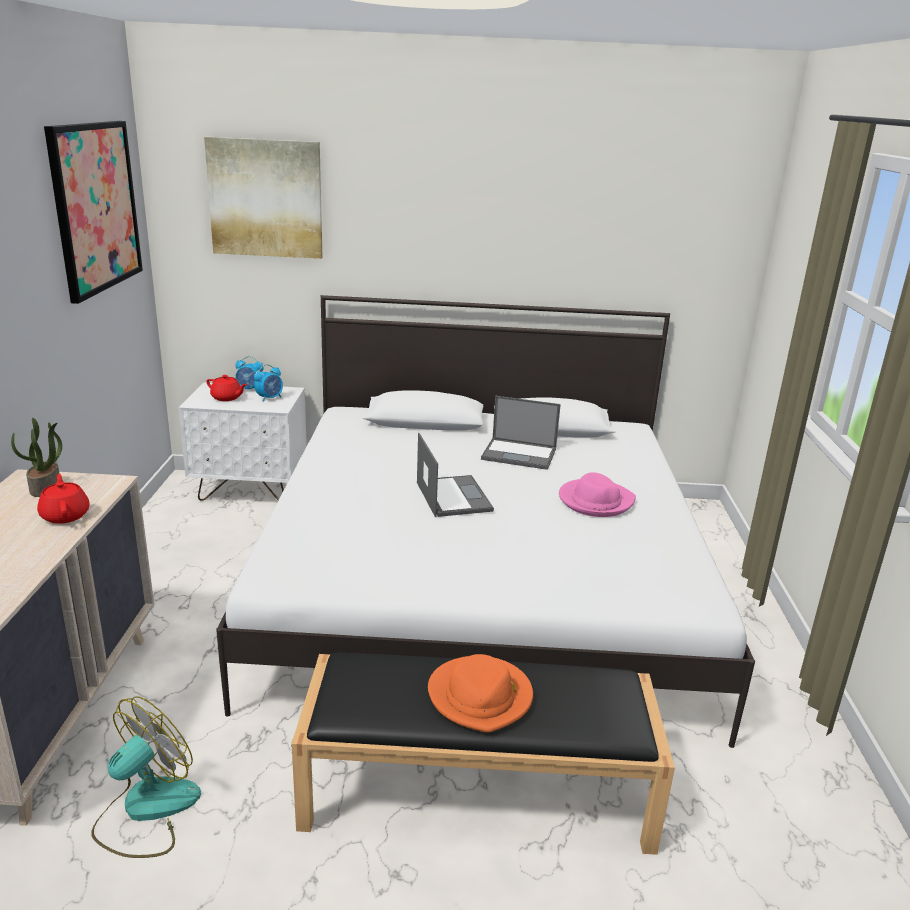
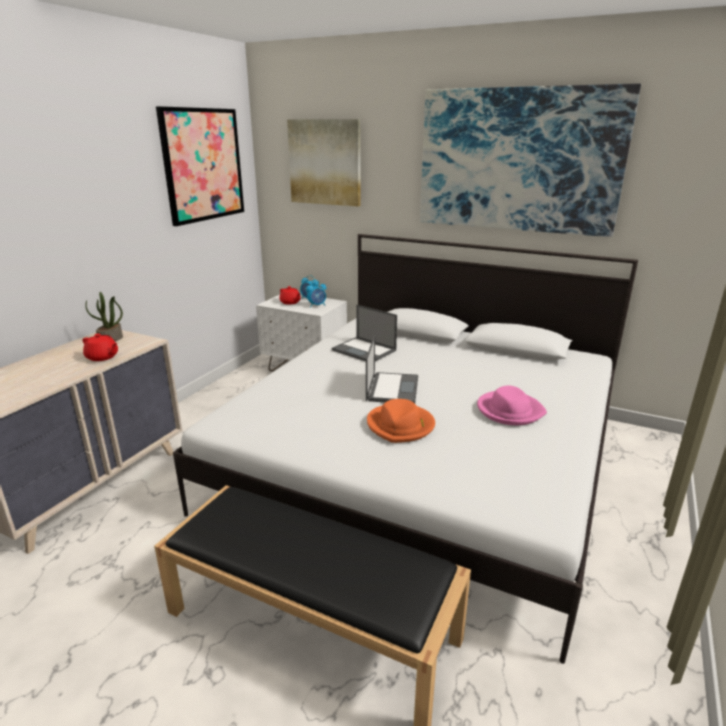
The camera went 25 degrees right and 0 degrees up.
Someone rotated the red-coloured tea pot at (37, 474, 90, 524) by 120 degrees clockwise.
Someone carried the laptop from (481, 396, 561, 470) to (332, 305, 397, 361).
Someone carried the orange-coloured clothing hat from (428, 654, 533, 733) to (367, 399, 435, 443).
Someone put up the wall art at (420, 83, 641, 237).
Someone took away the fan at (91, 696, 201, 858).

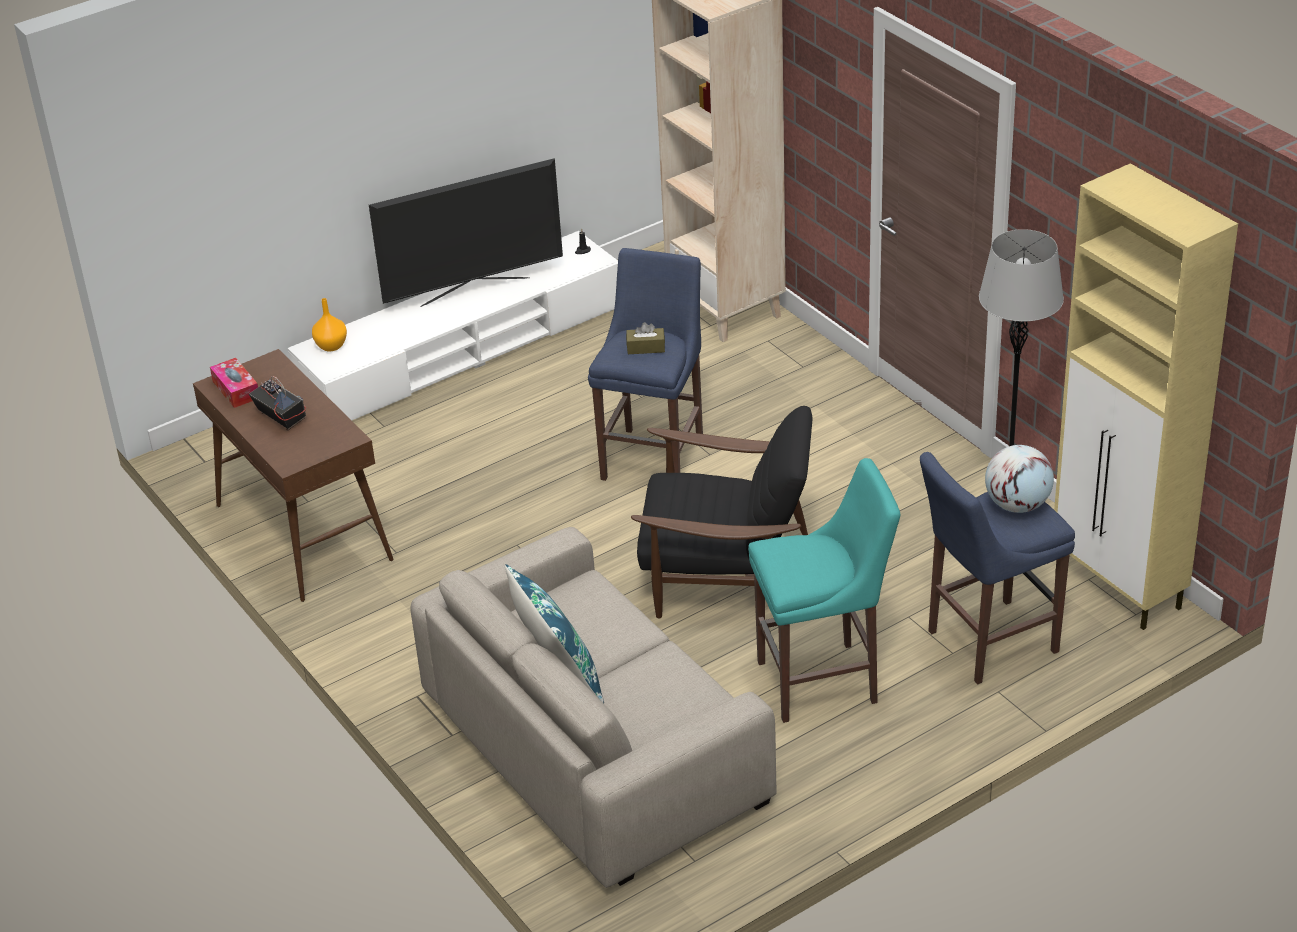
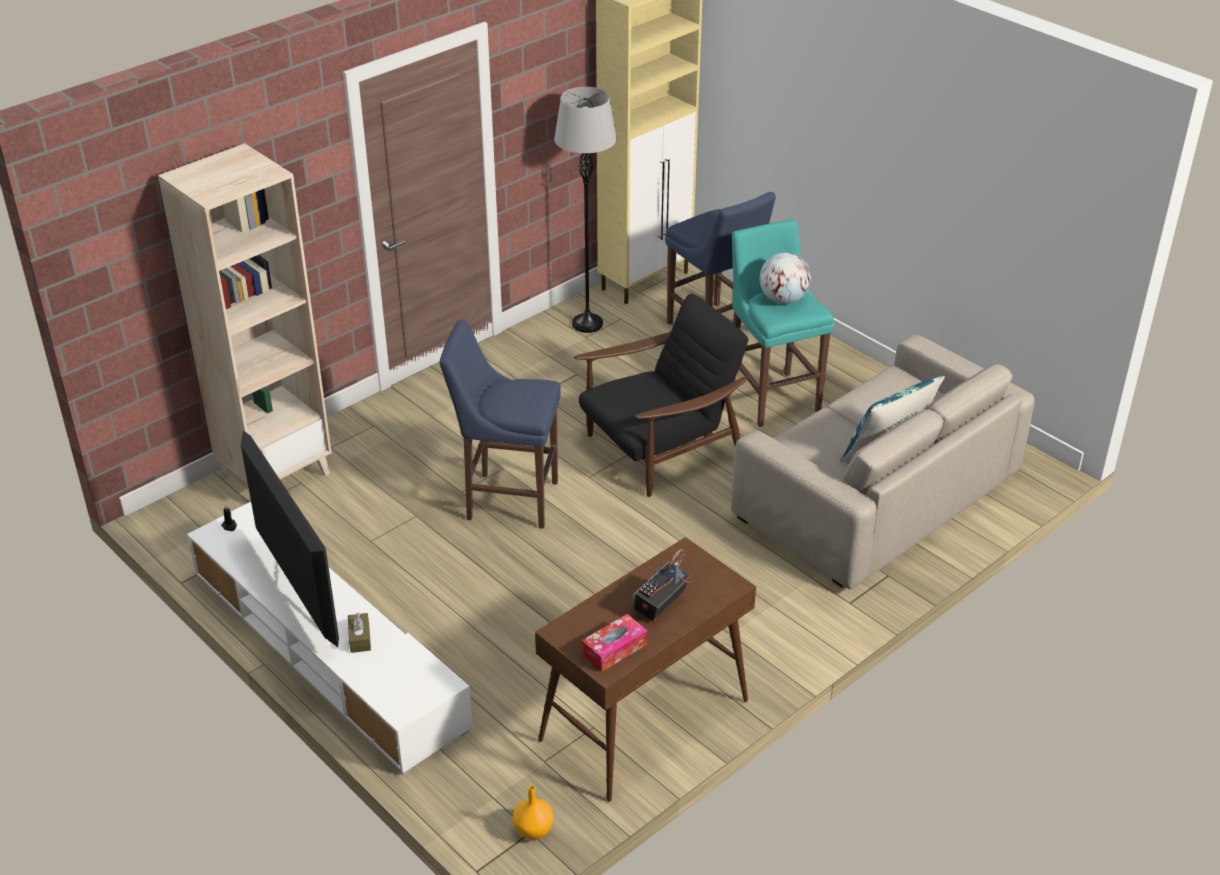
The camera went 100 degrees left and 0 degrees up.
Someone carried the brownish box of tissues from (626, 322, 665, 354) to (348, 612, 371, 653).
Someone carried the orange-coloured decorative vase from (312, 298, 347, 351) to (513, 785, 553, 840).
Someone rotated the black-coloured lounge chair at (631, 406, 813, 619) by 60 degrees clockwise.
Someone carried the globe from (985, 445, 1054, 513) to (760, 253, 811, 304).

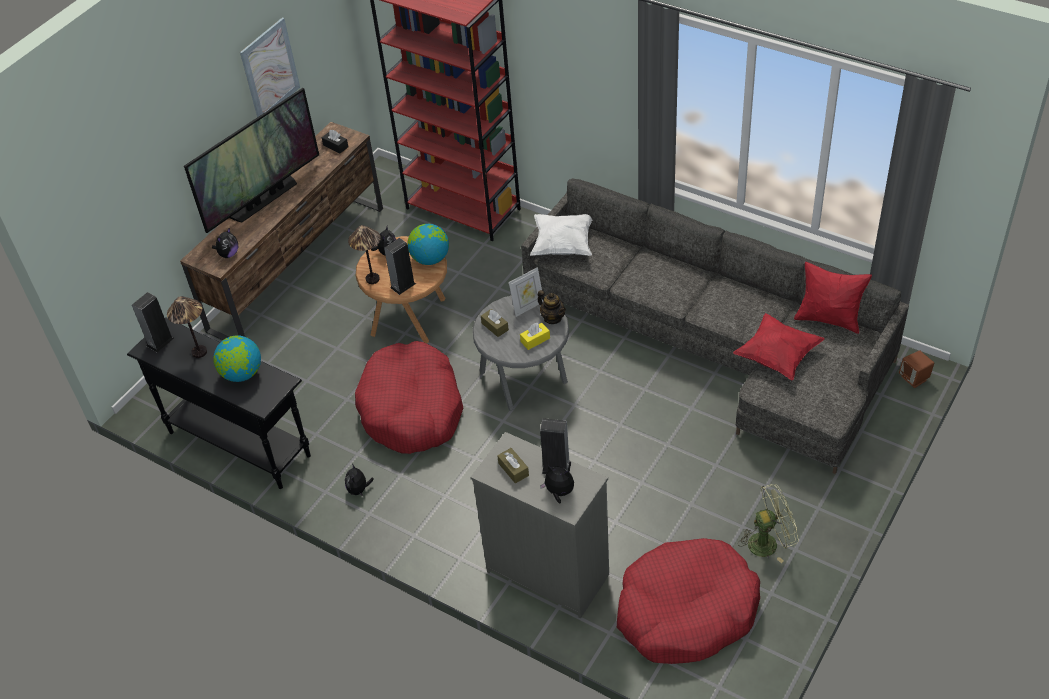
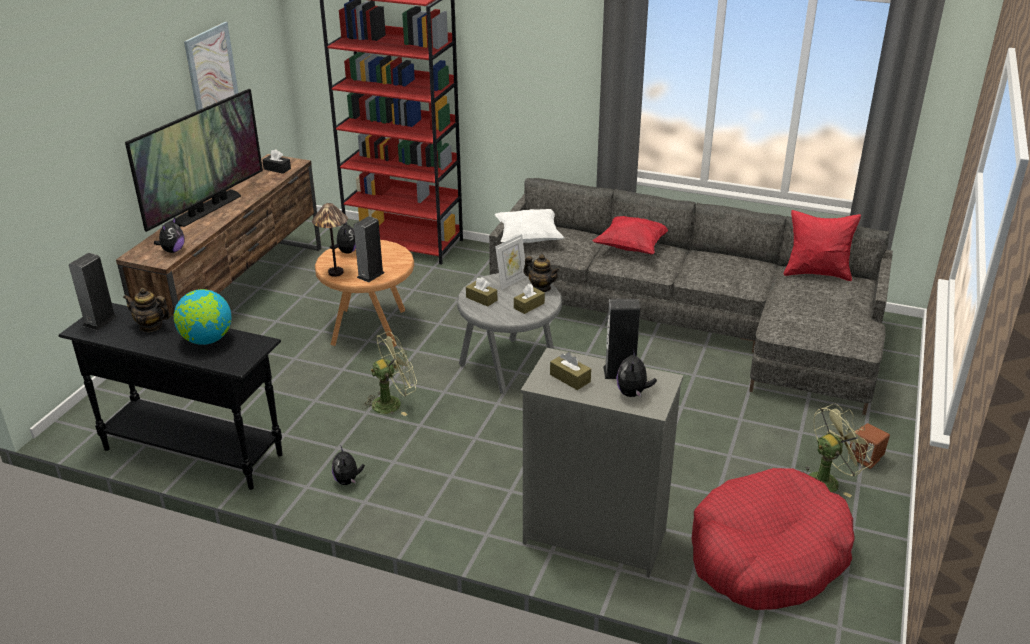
The camera went 15 degrees left and 15 degrees down.
Someone swapped the table lamp at (167, 296, 207, 358) for the tea pot at (123, 288, 171, 332).
Someone swapped the red-coloured dog bed at (355, 341, 463, 454) for the green-coloured fan at (361, 331, 417, 416).
Someone repainted the yellowish box of tissues at (520, 323, 550, 350), which became the brownish box of tissues at (514, 284, 545, 314).
Someone carried the red-coloured pillow from (733, 313, 825, 380) to (592, 216, 668, 255).
Someone rotated the plush toy at (540, 465, 574, 504) by 90 degrees counterclockwise.
Someone carried the brownish speaker from (899, 350, 934, 388) to (850, 423, 890, 469).
Someone took away the globe at (407, 224, 449, 265).

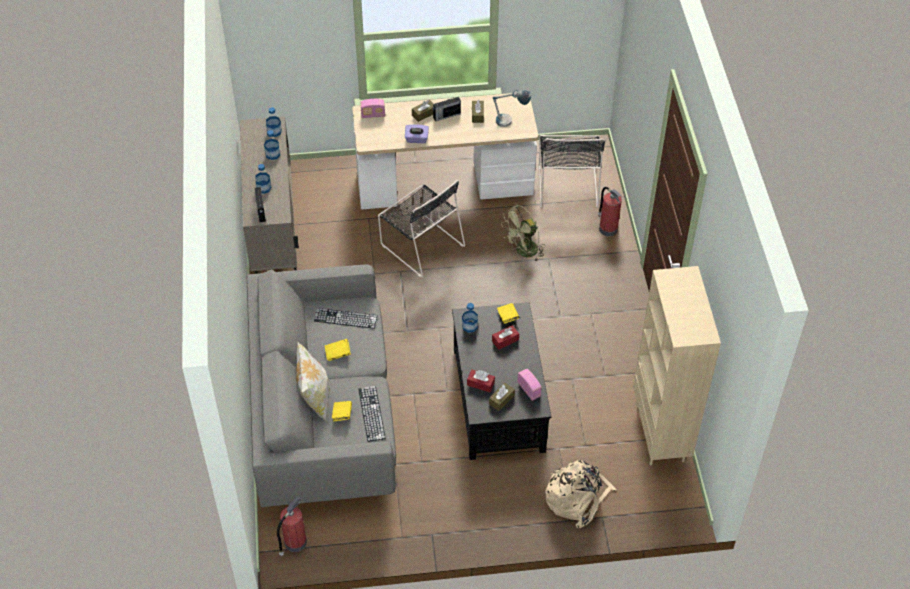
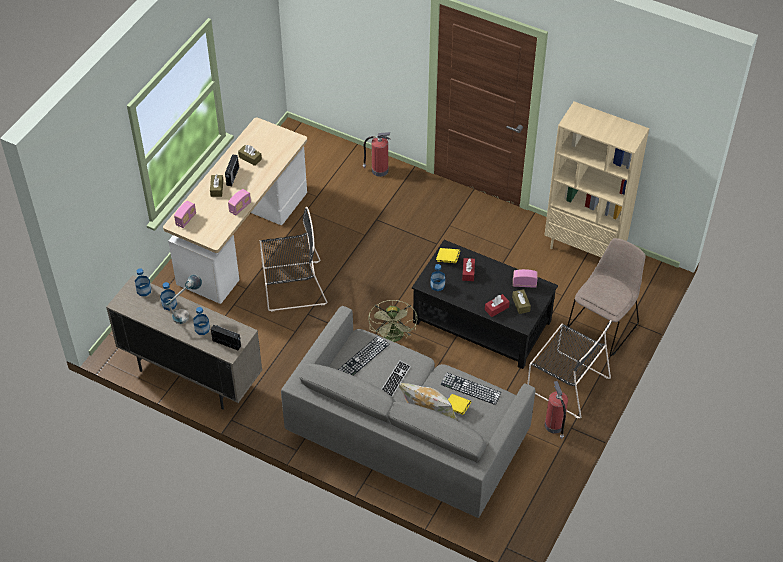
The camera went 55 degrees left and 0 degrees up.
Someone carried the table lamp from (493, 90, 531, 127) to (166, 275, 202, 324).
Someone swapped the purple box of tissues at (405, 124, 429, 143) for the radio receiver at (228, 189, 251, 216).
Someone carried the green-coloured fan from (501, 205, 545, 261) to (368, 300, 417, 342).
Someone swapped the yellowish book at (325, 339, 351, 361) for the PC keyboard at (382, 360, 411, 397).
Someone carried the black-coloured upright chair from (538, 135, 605, 208) to (527, 320, 612, 419).
Someone carried the fire-fighting cylinder from (277, 496, 307, 556) to (545, 381, 568, 439).
Someone swapped the beige rucksack at (545, 460, 617, 528) for the beige upright chair at (566, 238, 646, 356).

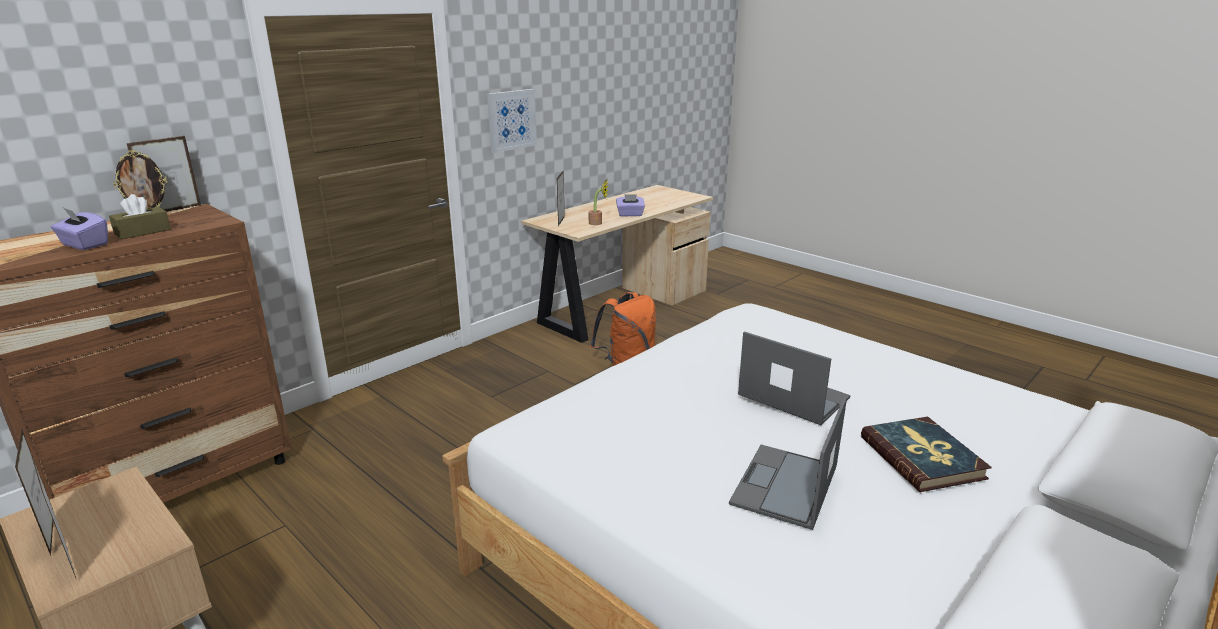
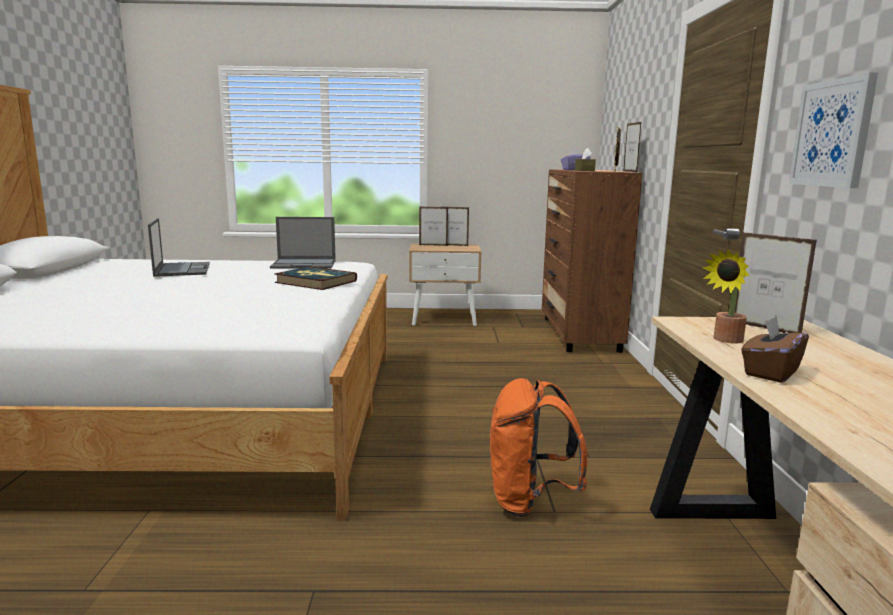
The camera went 135 degrees right and 10 degrees down.
Someone carried the laptop from (738, 331, 851, 425) to (270, 217, 336, 269).
Someone carried the book from (861, 417, 992, 492) to (275, 266, 357, 290).
Someone repainted the purple box of tissues at (616, 194, 645, 217), which became the brownish box of tissues at (741, 316, 809, 383).

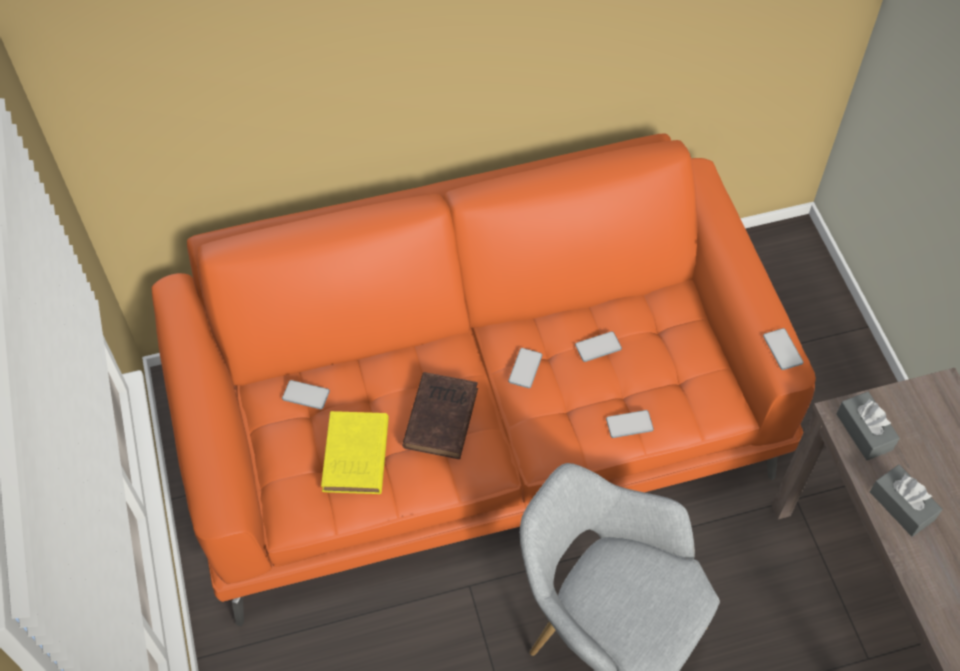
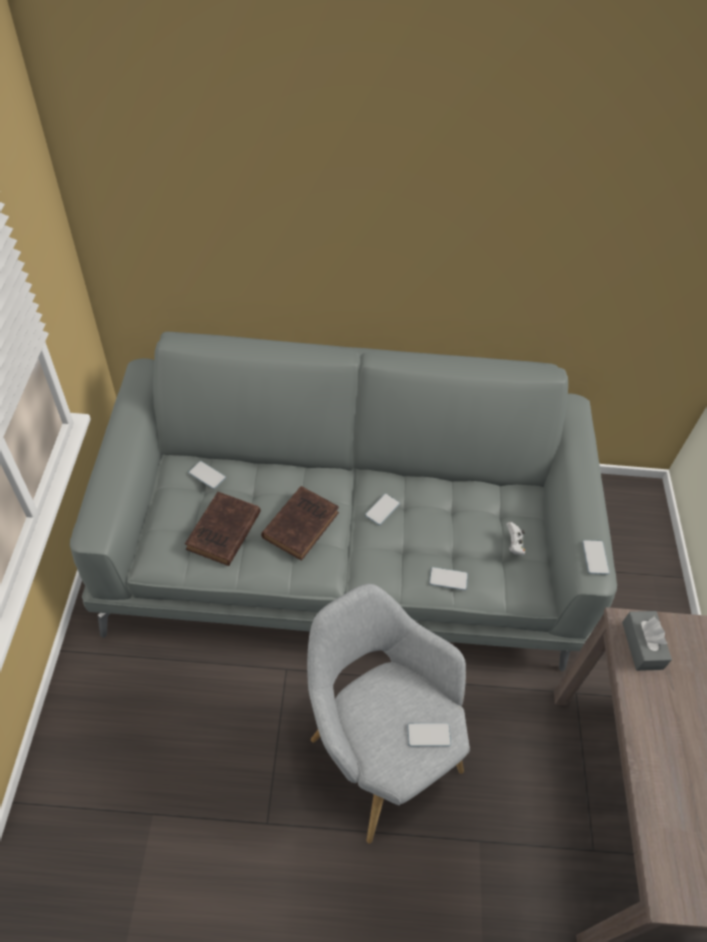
The camera went 15 degrees right and 5 degrees down.
Someone repainted the orange-coloured sofa at (152, 133, 816, 626), which became the gray sofa at (70, 332, 617, 671).
Someone repainted the yellowish book at (321, 411, 389, 494), which became the brownish book at (185, 492, 261, 566).
Someone carried the phone from (575, 331, 622, 362) to (407, 723, 451, 747).
Someone put down the white-coloured joypad at (506, 522, 525, 555).
Someone took away the gray box of tissues at (870, 465, 942, 537).

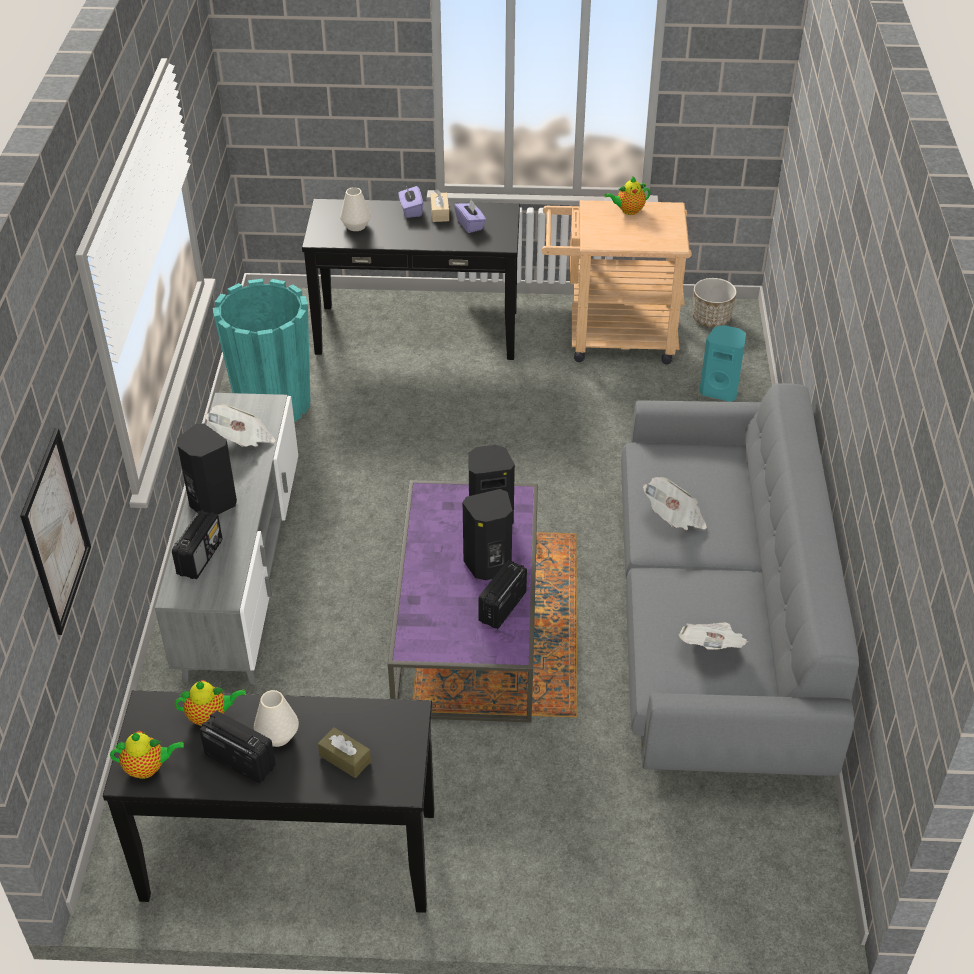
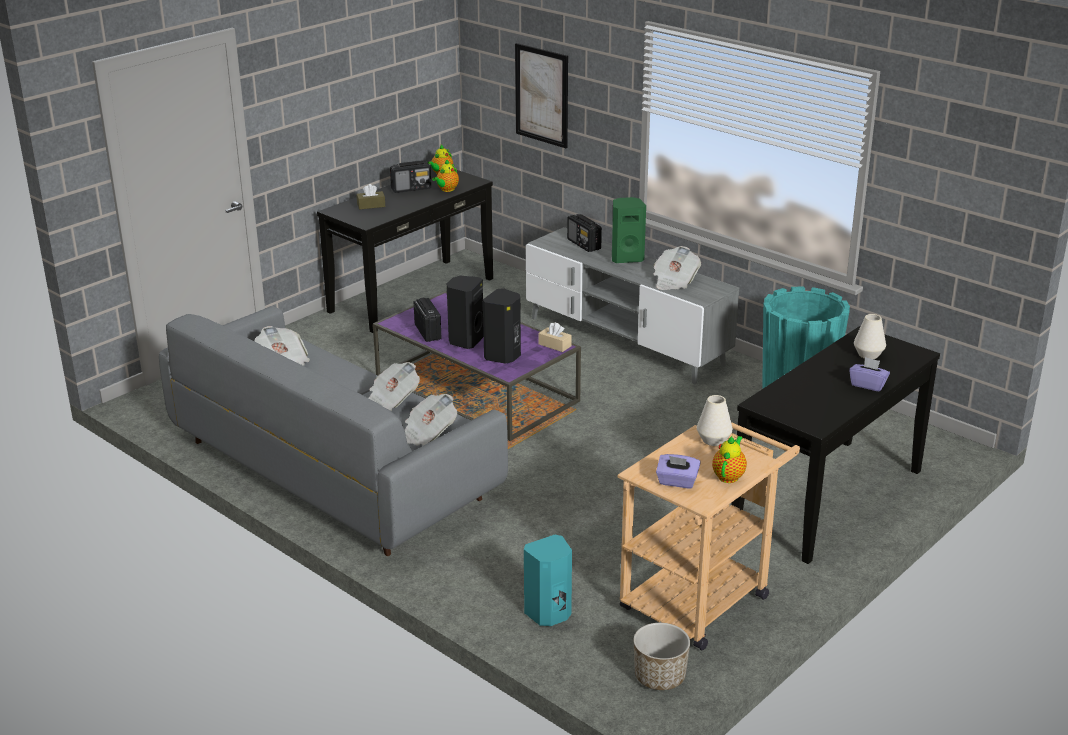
The camera went 130 degrees right and 15 degrees down.
Someone put down the newspaper at (405, 394, 457, 446).
Someone carried the beige box of tissues from (431, 189, 449, 222) to (539, 322, 572, 352).
Someone repainted the black-coloured speaker at (177, 424, 237, 515), which became the green-coloured speaker at (612, 197, 646, 263).
Someone carried the purple box of tissues from (454, 200, 486, 233) to (656, 454, 701, 489).
Someone carried the white-coloured decorative vase from (254, 690, 299, 747) to (697, 395, 733, 446).

